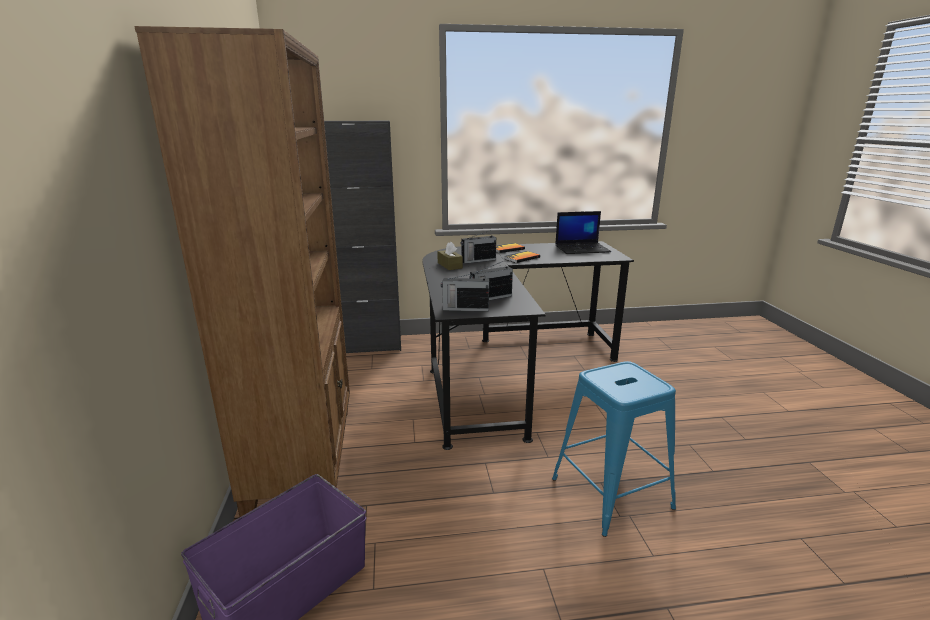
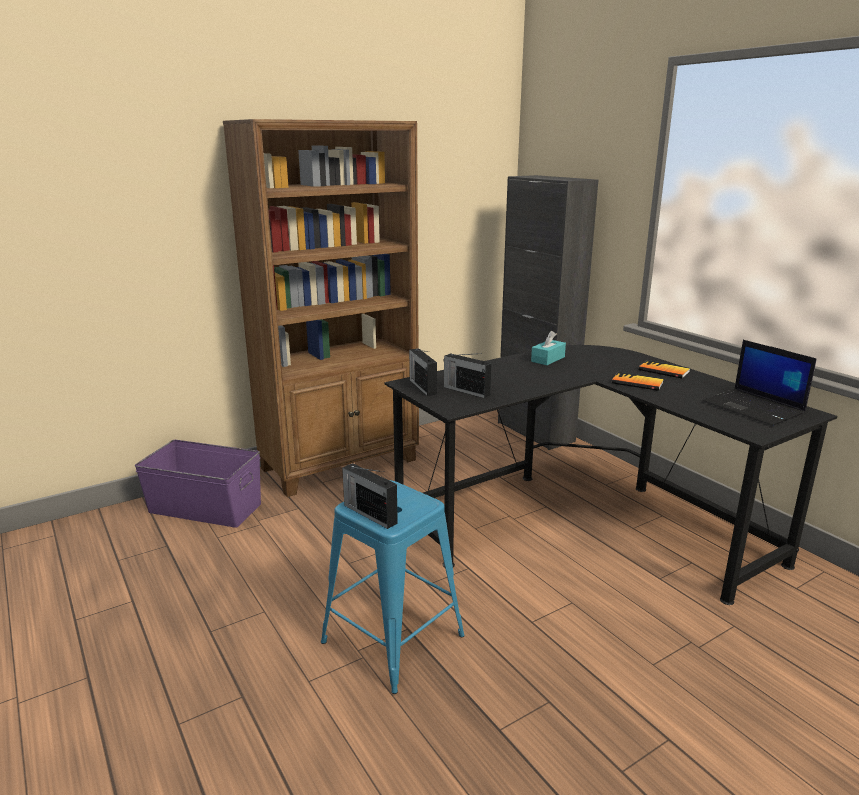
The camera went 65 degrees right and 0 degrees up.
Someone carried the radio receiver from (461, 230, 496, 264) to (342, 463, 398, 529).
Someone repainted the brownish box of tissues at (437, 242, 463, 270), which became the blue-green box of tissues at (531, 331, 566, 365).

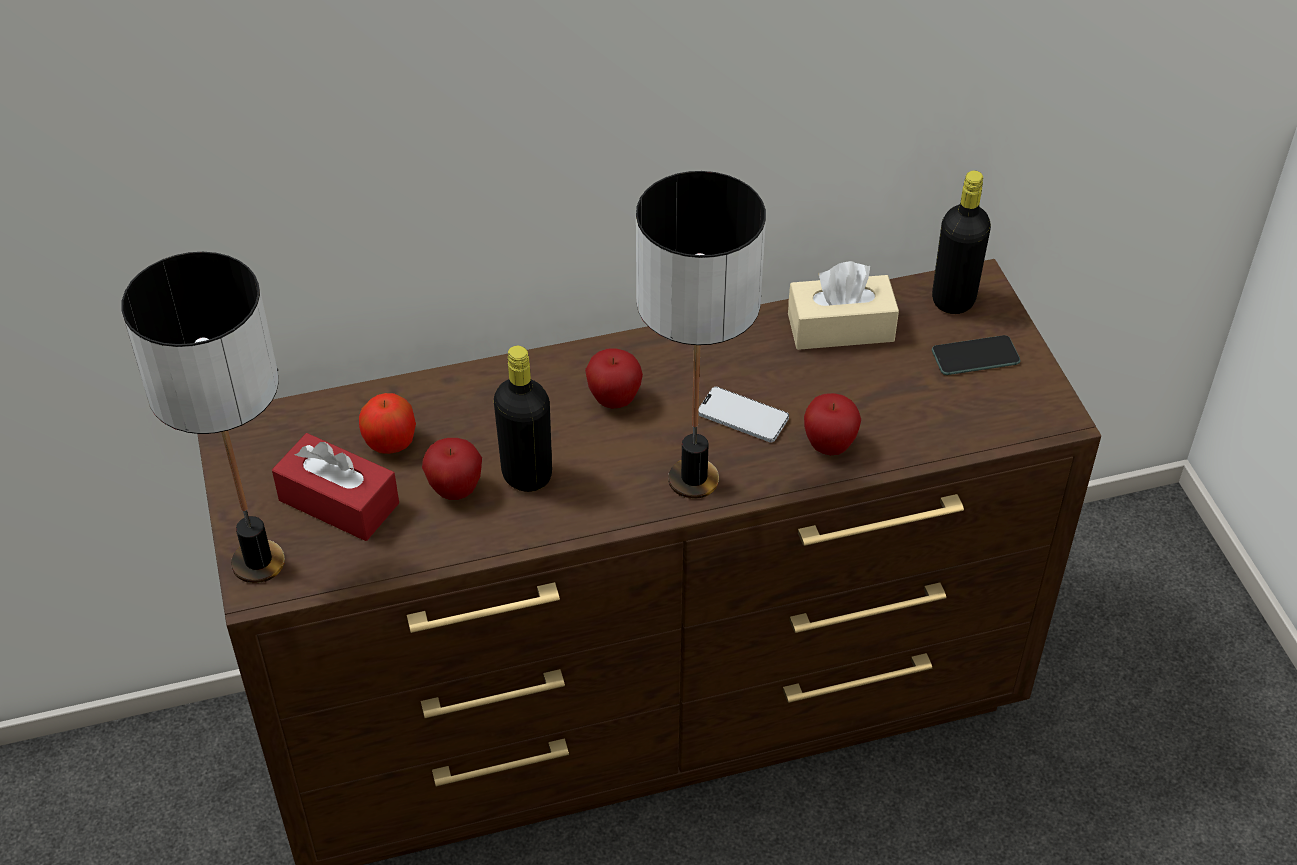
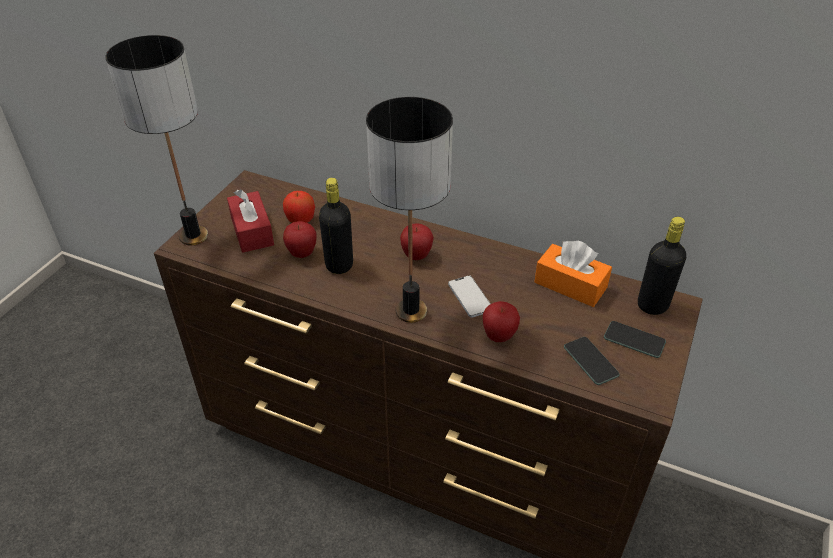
The camera went 40 degrees right and 5 degrees down.
Someone repainted the beige box of tissues at (788, 261, 899, 350), which became the orange-coloured box of tissues at (534, 241, 612, 307).
Someone put down the phone at (564, 337, 620, 385).

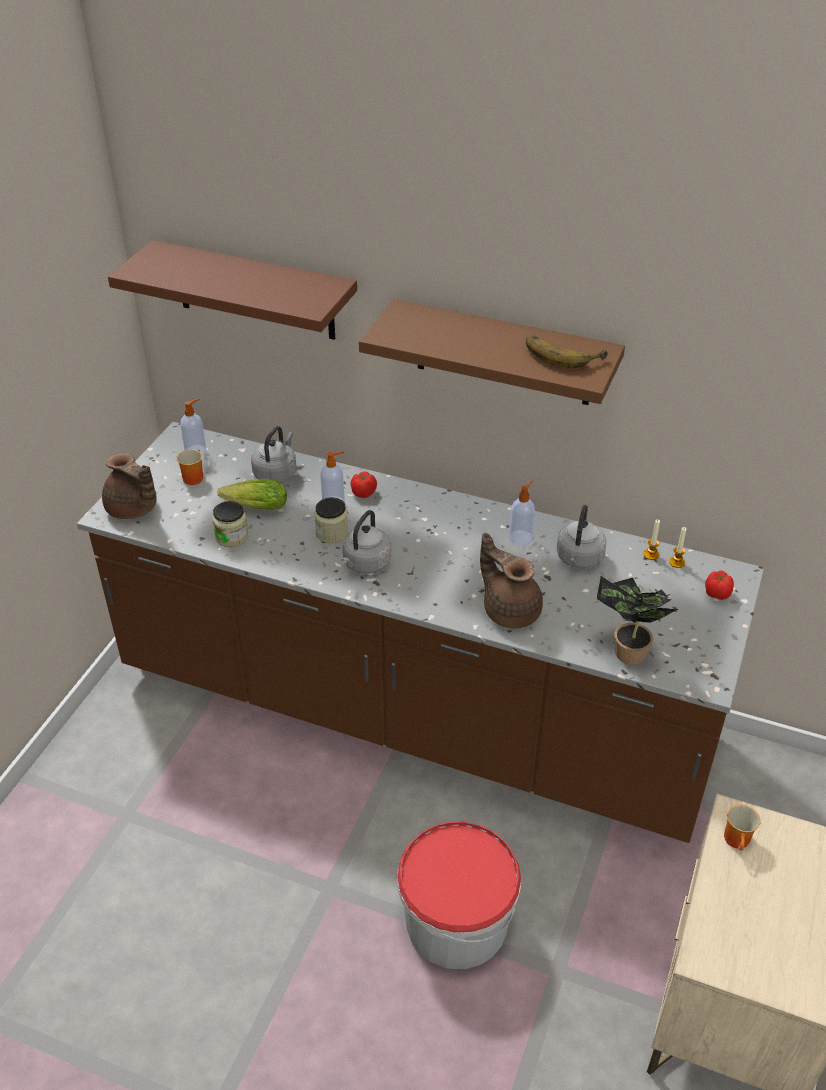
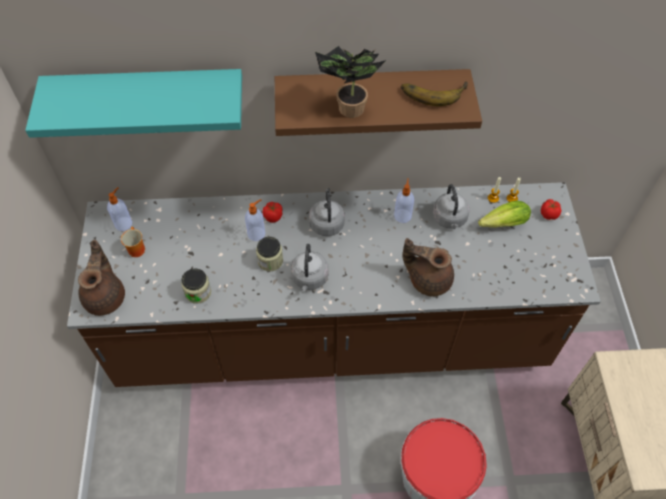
The camera went 25 degrees left and 15 degrees up.
Someone repainted the brownish wall shelf at (108, 240, 357, 340), which became the blue-green wall shelf at (25, 69, 242, 138).
Someone rotated the brownish tea pot at (102, 453, 157, 519) by 105 degrees counterclockwise.
Someone carried the gray water kettle from (251, 426, 297, 483) to (309, 188, 345, 236).
Someone carried the houseplant from (597, 576, 679, 665) to (315, 46, 386, 118).
Someone carried the lettuce head from (217, 479, 287, 510) to (478, 200, 531, 228).
Someone took away the tea mug at (724, 804, 761, 850).

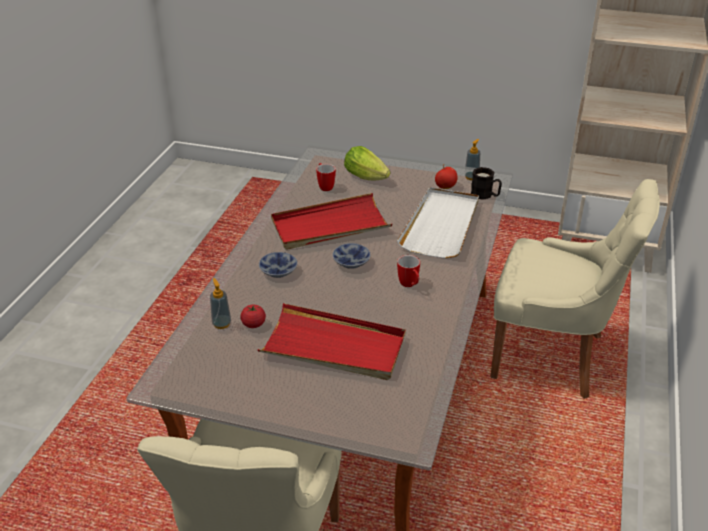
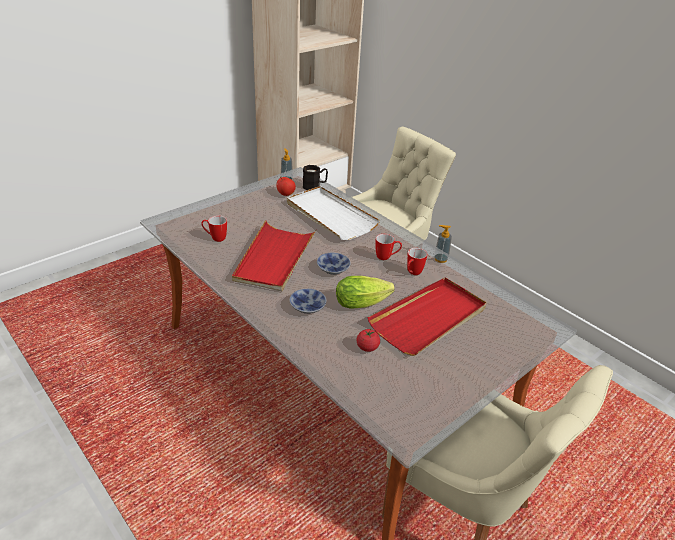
The camera went 60 degrees left and 0 degrees up.
Someone carried the lettuce head from (344, 146, 390, 180) to (336, 276, 395, 309).
Someone put down the tea mug at (407, 248, 427, 275).
Someone carried the soap bottle from (210, 278, 231, 329) to (434, 225, 452, 263).

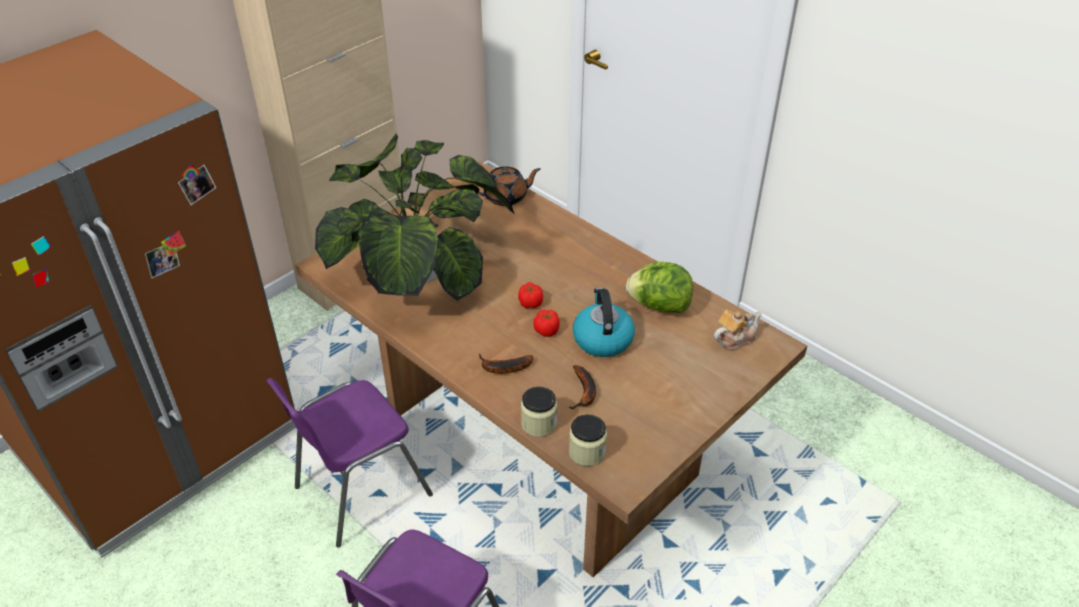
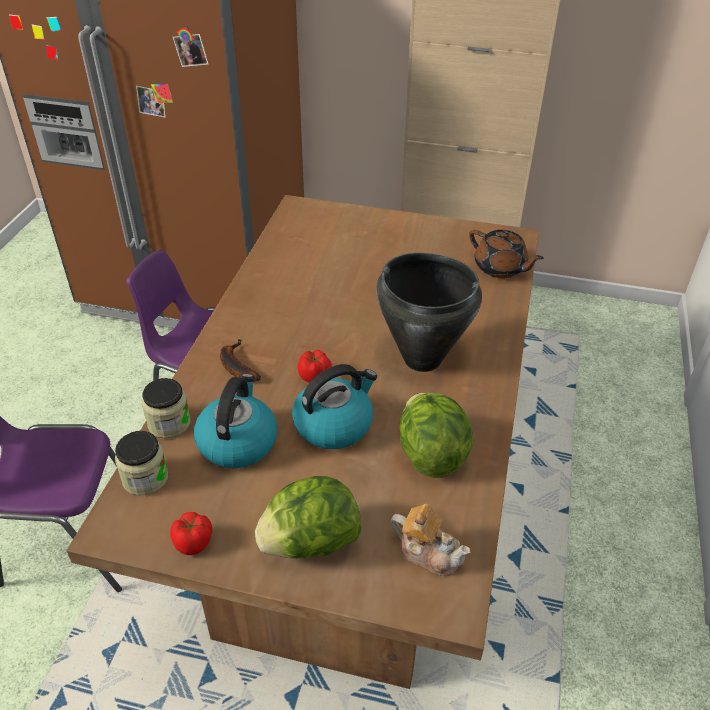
The camera went 60 degrees right and 0 degrees up.
Someone carried the tomato from (518, 282, 543, 308) to (170, 512, 212, 555).
Someone swapped the banana at (569, 365, 596, 409) for the water kettle at (194, 374, 278, 468).
Someone put down the lettuce head at (255, 476, 362, 559).
Someone put down the black-coloured cooking pot at (376, 253, 482, 372).
Someone took away the houseplant at (315, 134, 514, 301).

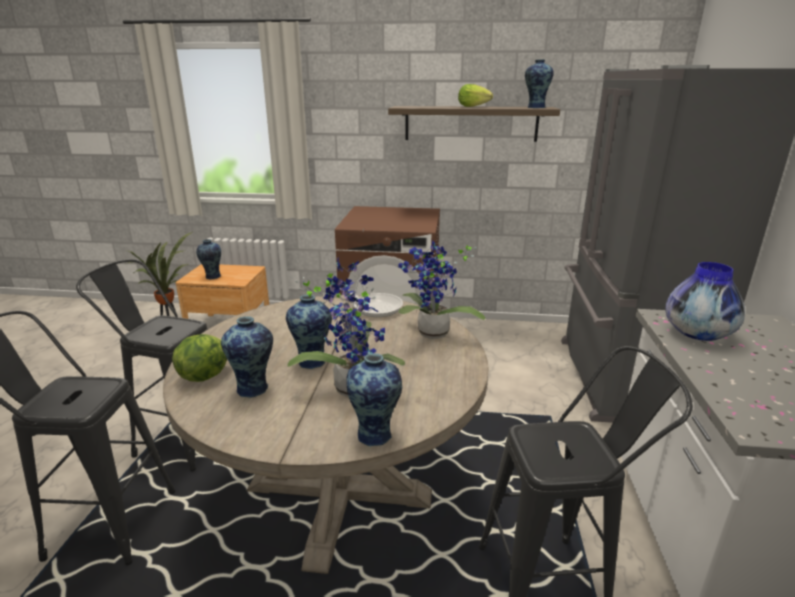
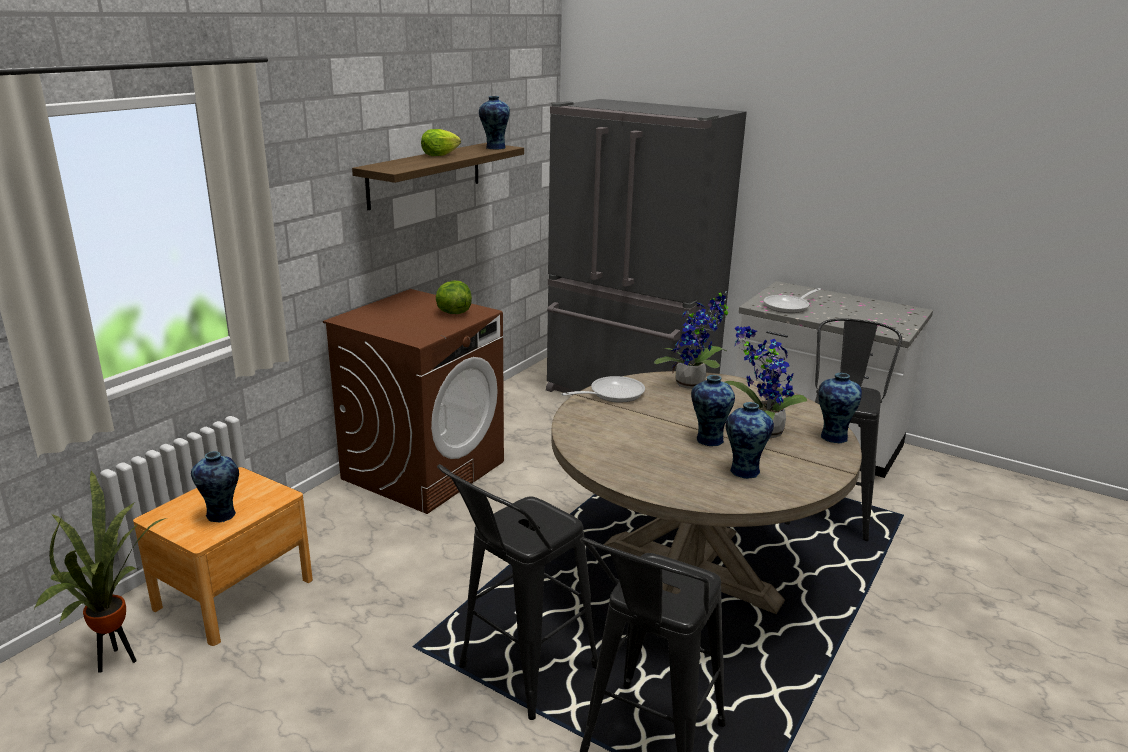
The camera went 65 degrees left and 0 degrees up.
Someone carried the lettuce head from (172, 334, 227, 382) to (436, 281, 472, 314).
Someone swapped the decorative vase at (665, 262, 745, 341) for the skillet at (764, 288, 821, 313).

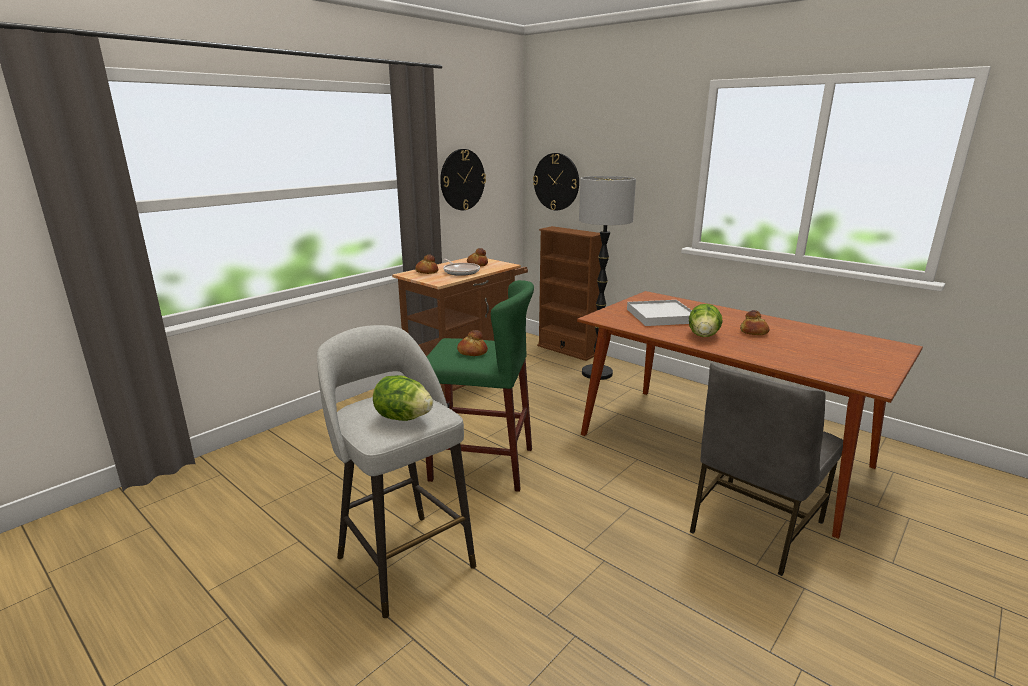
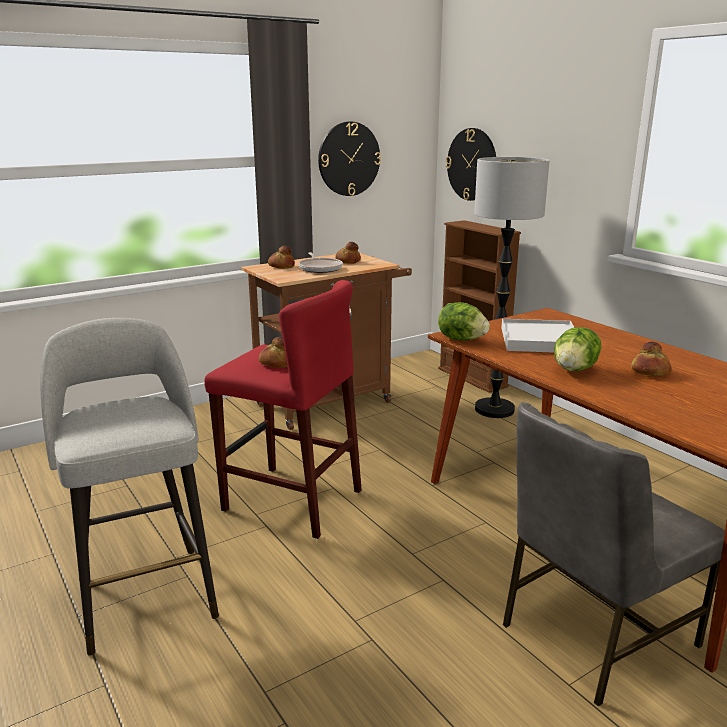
The camera went 15 degrees right and 0 degrees up.
Someone repainted the green-coloured stool at (426, 280, 534, 492), which became the red-coloured stool at (204, 280, 362, 539).
Someone carried the lettuce head from (373, 375, 433, 421) to (438, 302, 490, 341).

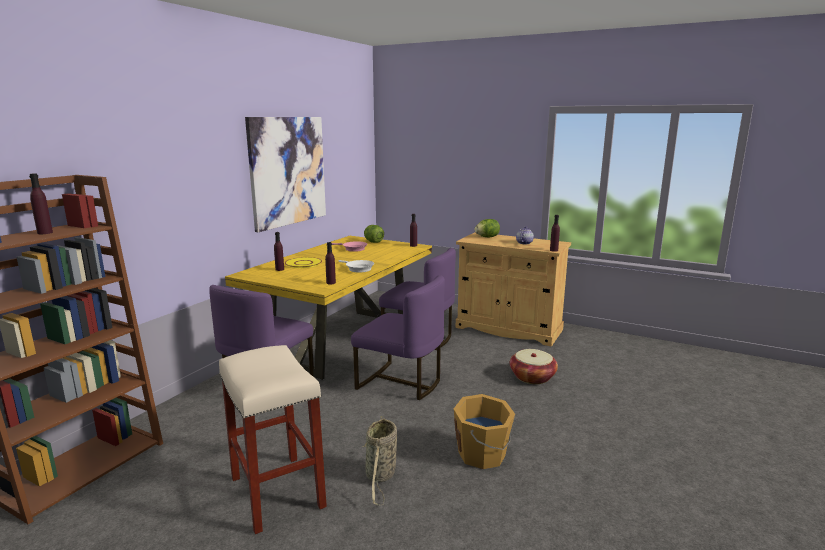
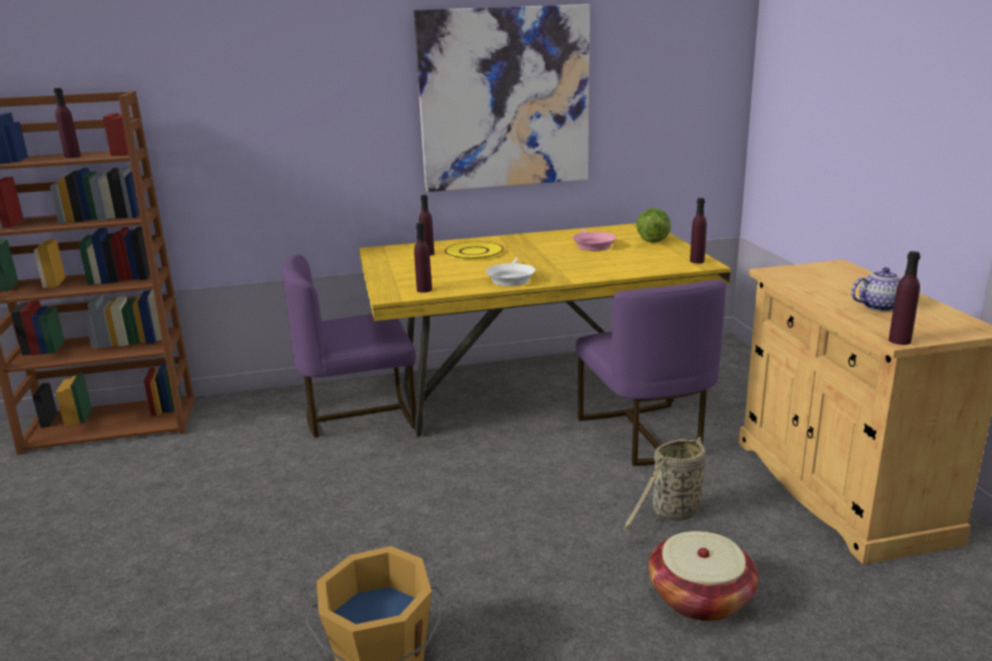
The camera went 50 degrees right and 5 degrees up.
Someone carried the storage basket from (363, 416, 397, 505) to (623, 437, 712, 538).
Someone took away the beige stool at (219, 345, 327, 534).
Someone took away the purple upright chair at (351, 275, 445, 400).
Someone took away the lettuce head at (474, 219, 500, 237).

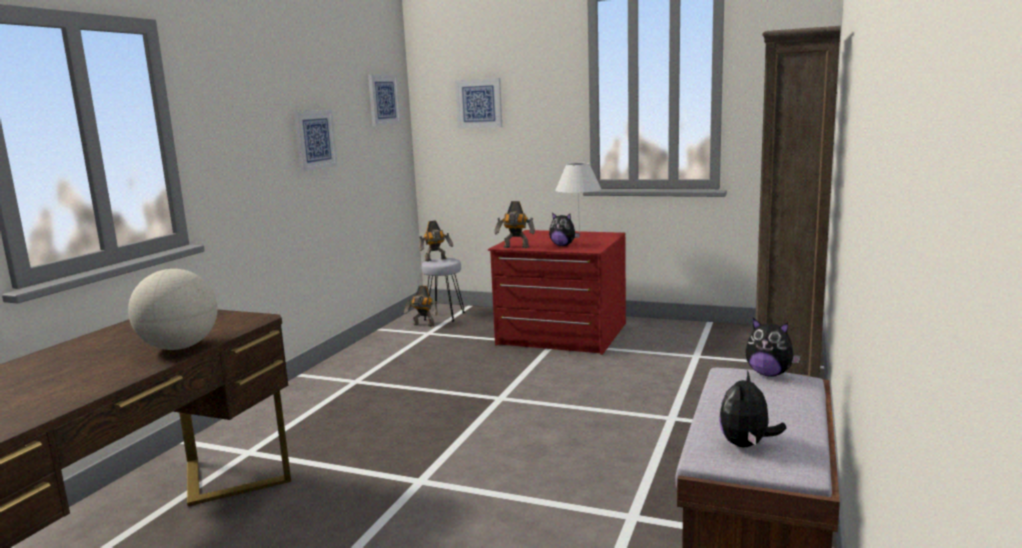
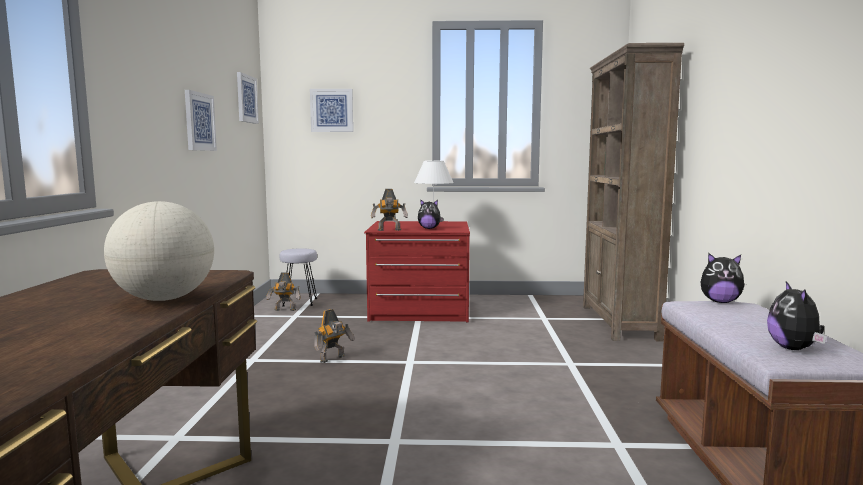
The camera went 20 degrees left and 5 degrees down.
Someone carried the robot figure from (419, 220, 453, 262) to (314, 309, 355, 363).

